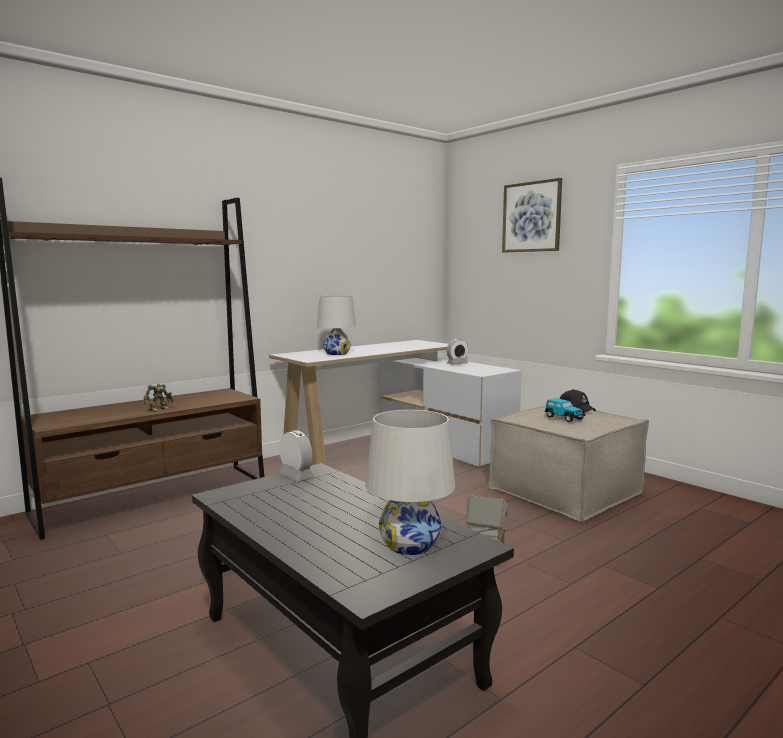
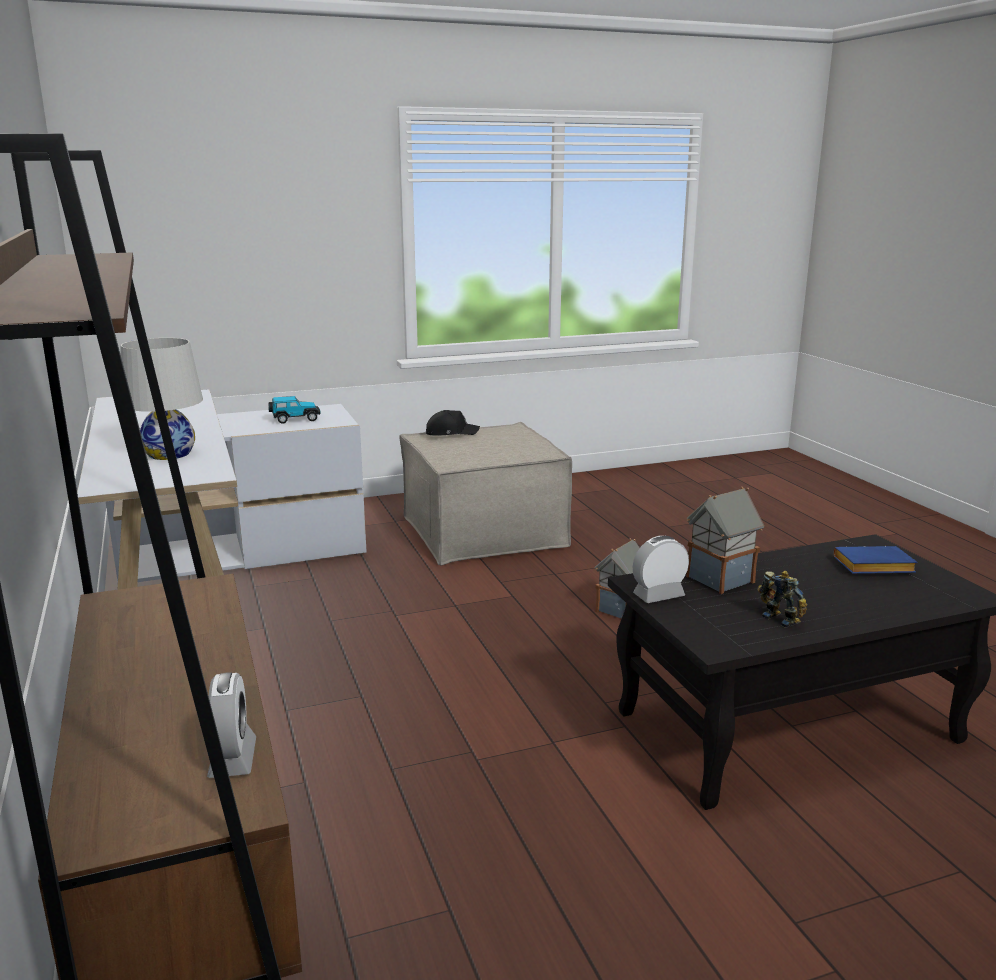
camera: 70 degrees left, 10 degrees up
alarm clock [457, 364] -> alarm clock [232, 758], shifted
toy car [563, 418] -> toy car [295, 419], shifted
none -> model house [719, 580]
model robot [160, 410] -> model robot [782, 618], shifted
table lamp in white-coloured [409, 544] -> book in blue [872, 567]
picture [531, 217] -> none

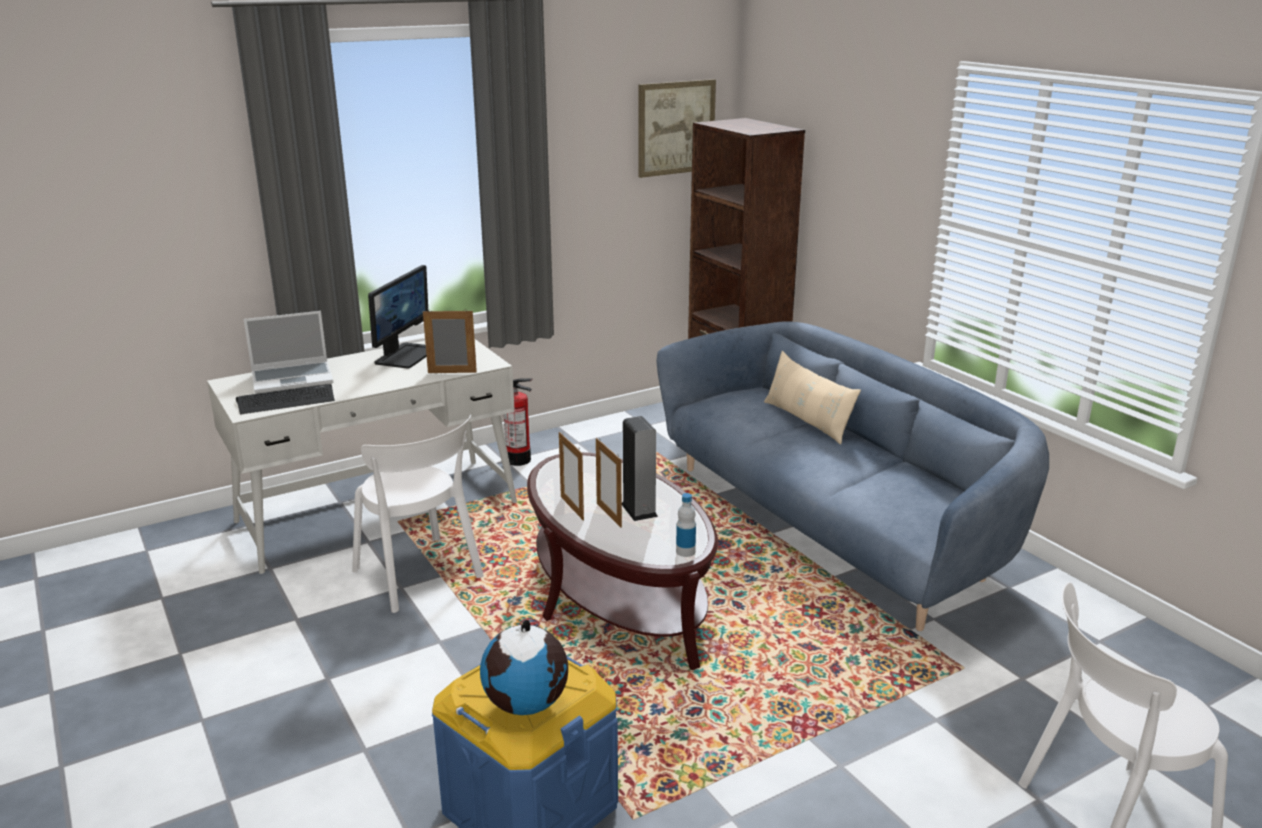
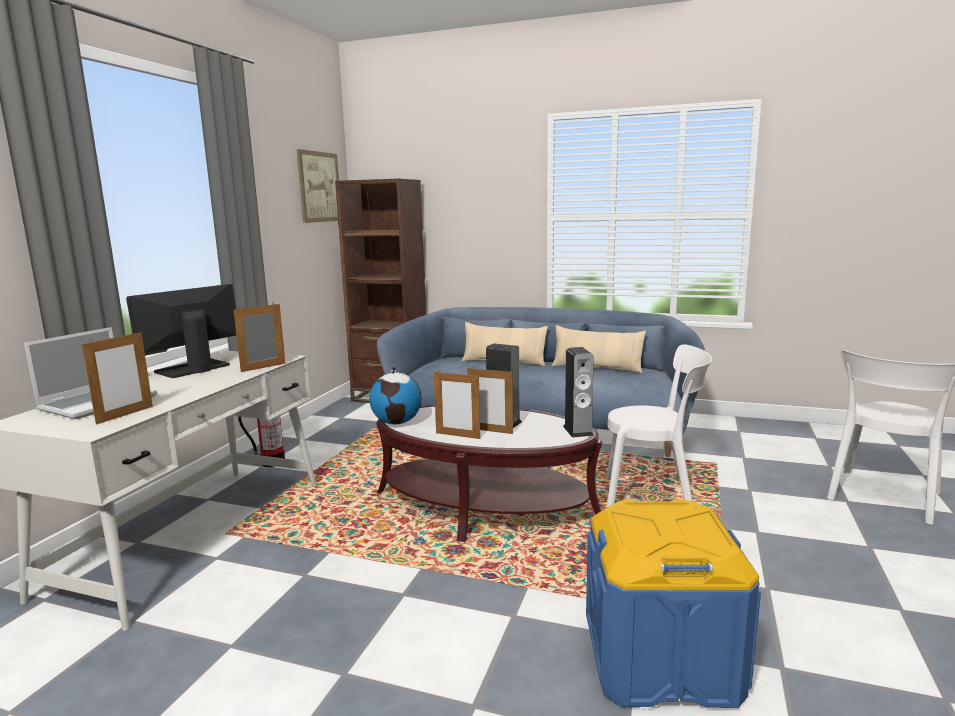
camera: 40 degrees left, 10 degrees down
keyboard [286, 400] -> photo frame [125, 415]
computer display [405, 355] -> computer display [193, 369], 120 degrees counterclockwise
globe [527, 704] -> globe [397, 422], shifted
none -> pillow in sand-coloured [597, 368]
bottle [685, 551] -> audio speaker [578, 430]
plain chair in white-coloured [420, 577] -> plain chair in white-coloured [653, 499], shifted

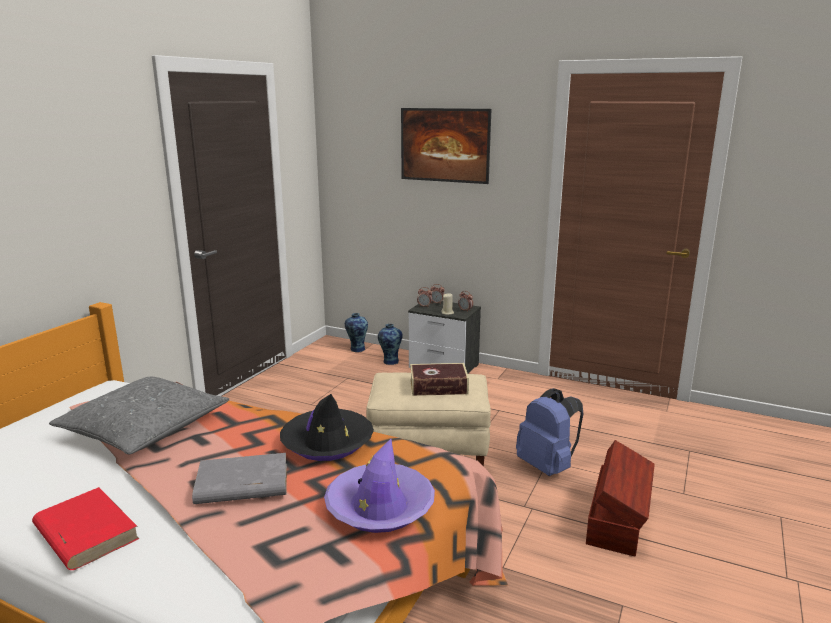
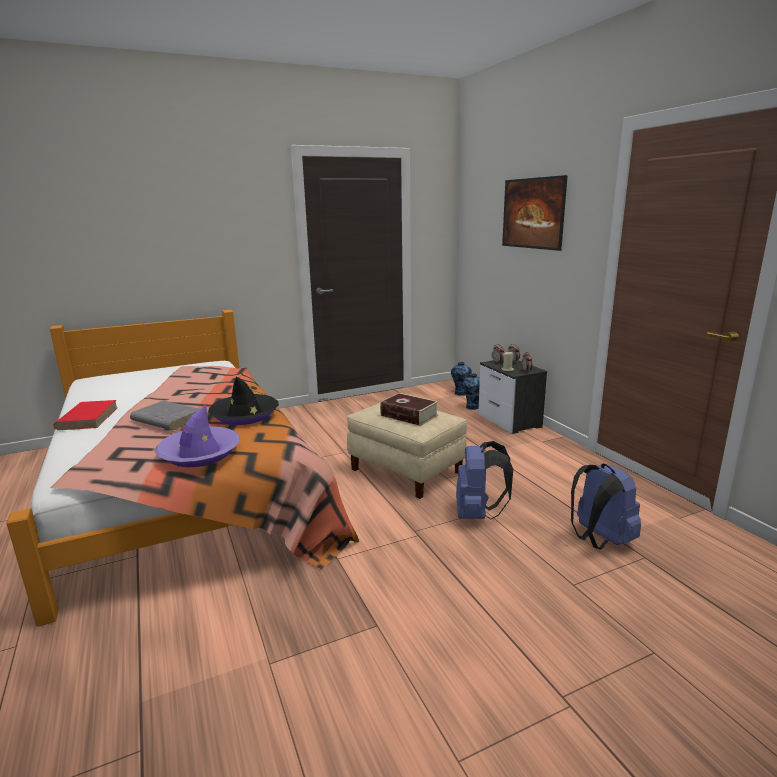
camera: 40 degrees right, 0 degrees up
none -> backpack in blue [599, 540]
pillow in greyish [144, 428] -> none
storage box in brown [617, 520] -> none

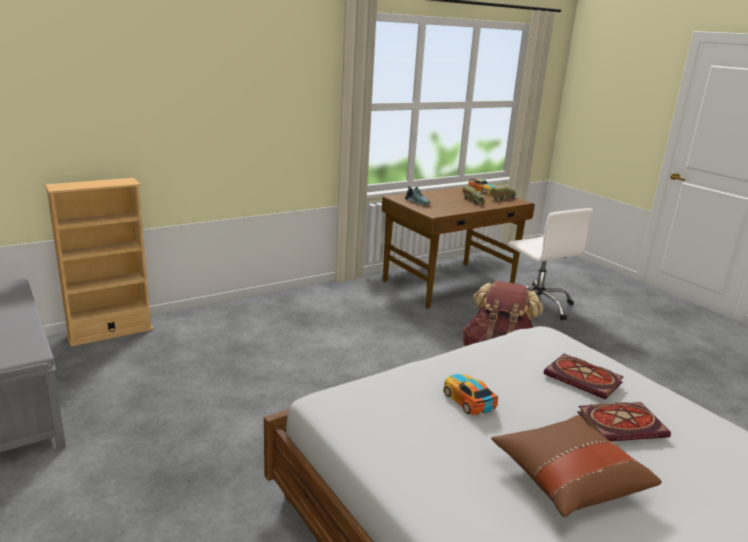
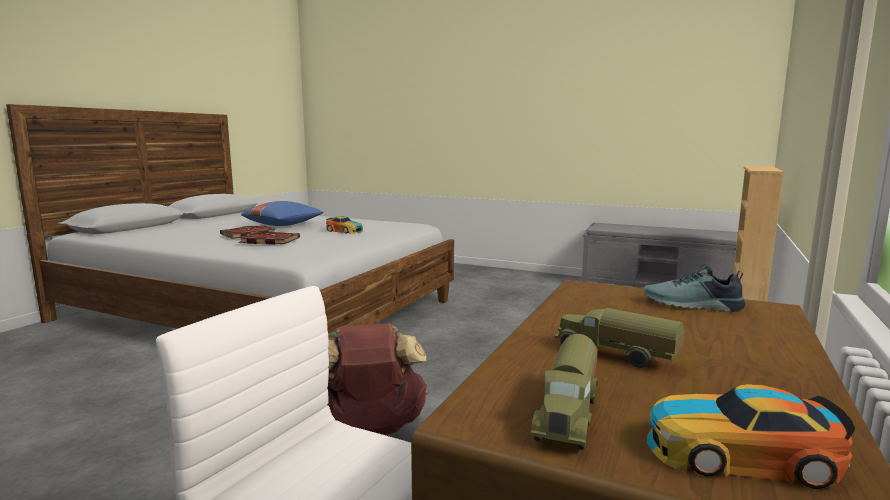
camera: 150 degrees right, 10 degrees down
pillow in brown [568, 480] -> pillow in blue [284, 225]

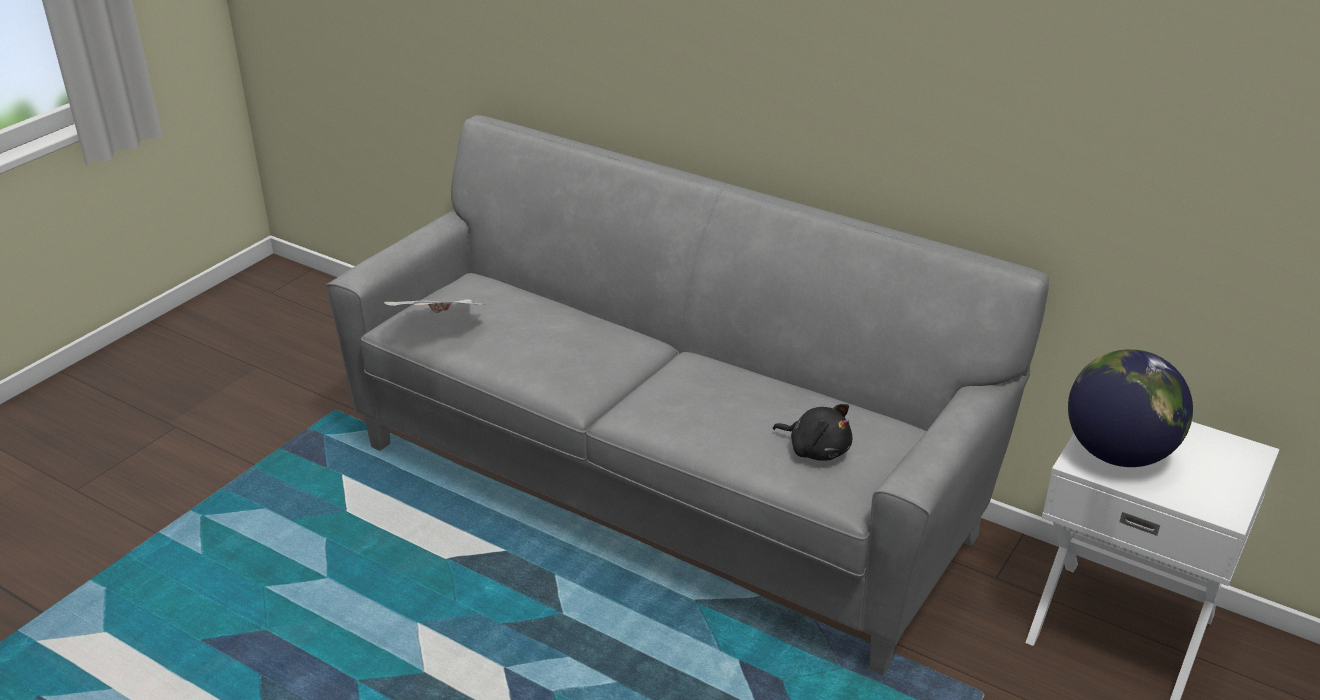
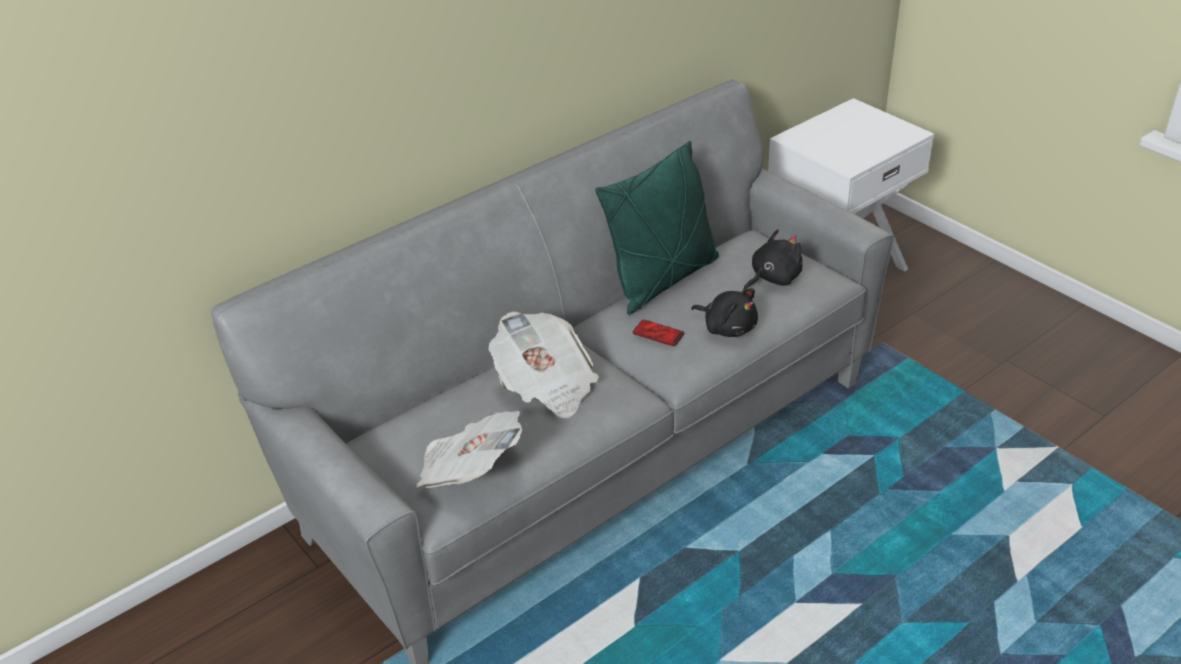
camera: 70 degrees left, 5 degrees up
none -> newspaper [546, 385]
none -> pillow in greenish [663, 280]
none -> handset [658, 334]
none -> plush toy in black-coloured [727, 327]
globe [1118, 454] -> none

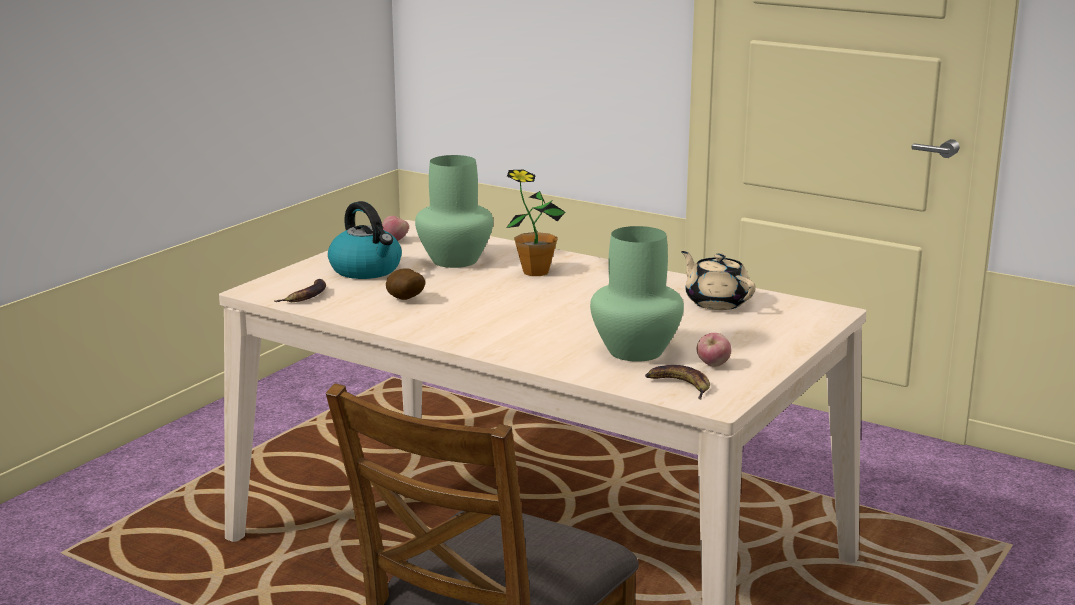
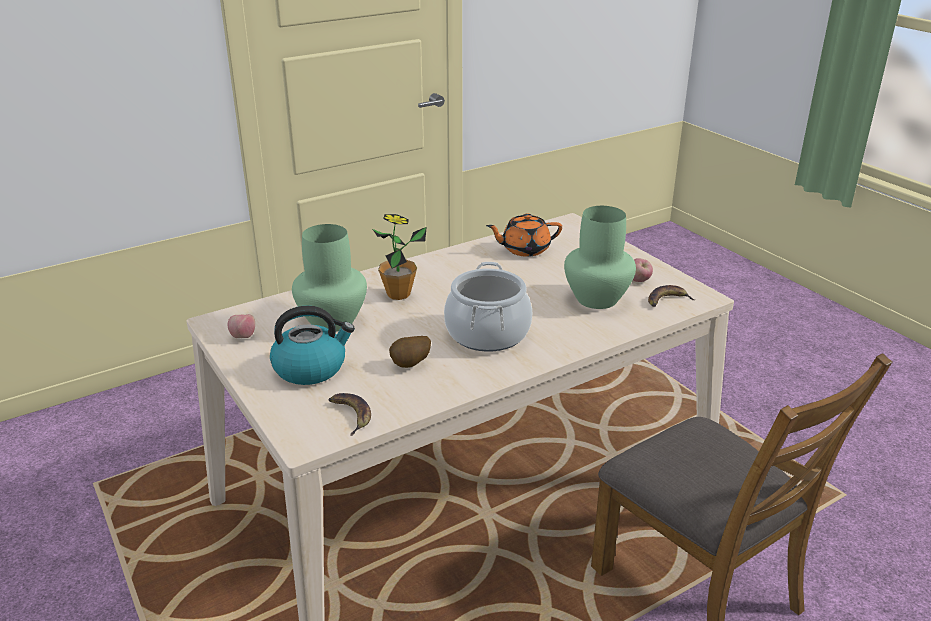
camera: 65 degrees left, 10 degrees up
none -> cooking pot [487, 333]
teapot in sand-coloured [716, 302] -> teapot in orange-coloured [524, 249]

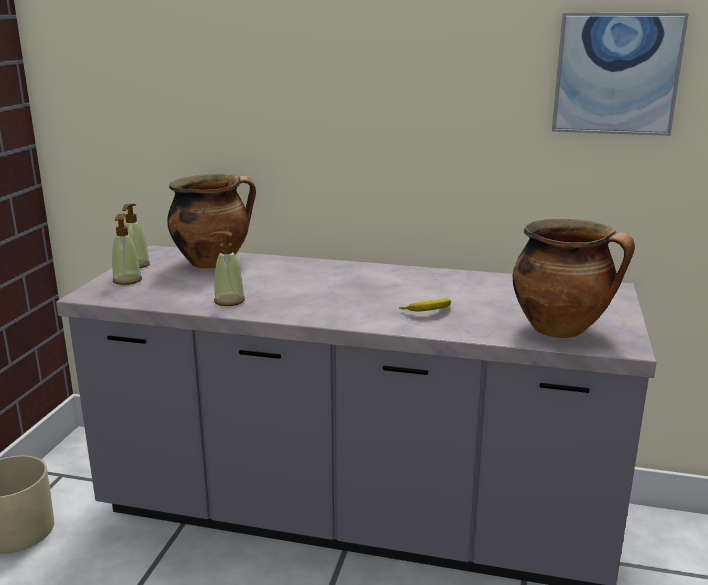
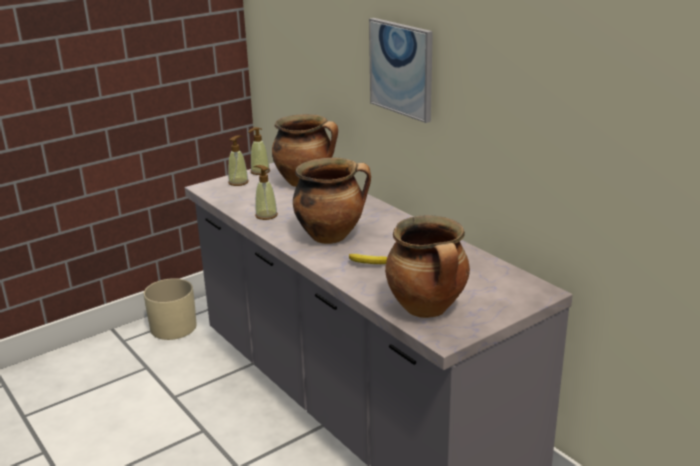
camera: 40 degrees right, 5 degrees up
none -> cooking pot [331, 236]
picture [616, 74] -> picture [402, 68], shifted

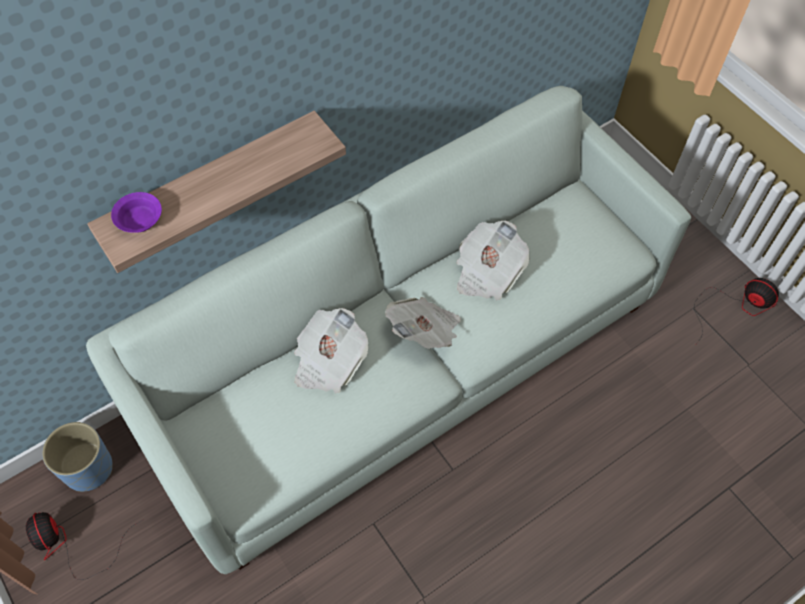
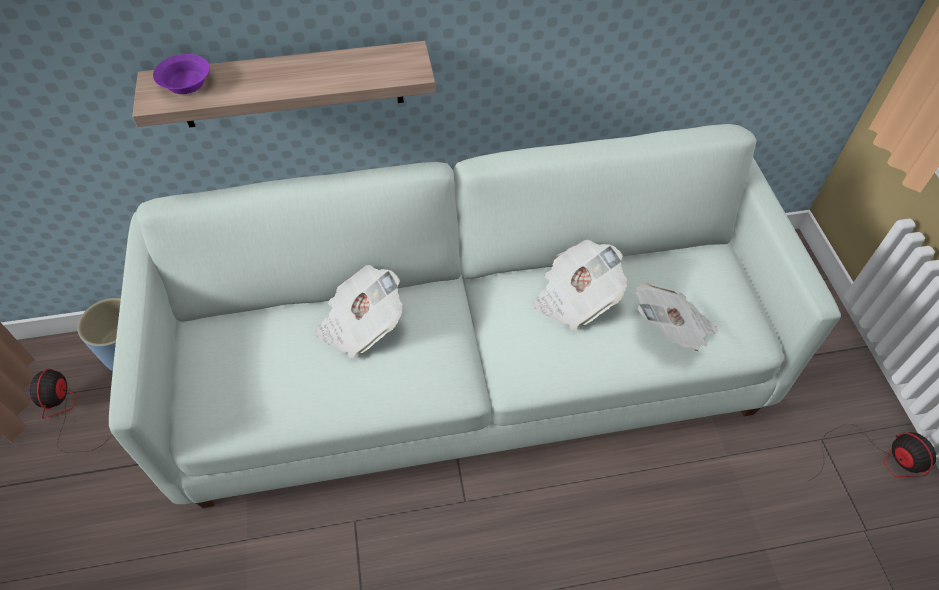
camera: 25 degrees right, 5 degrees down
newspaper [425, 331] -> newspaper [672, 329], shifted

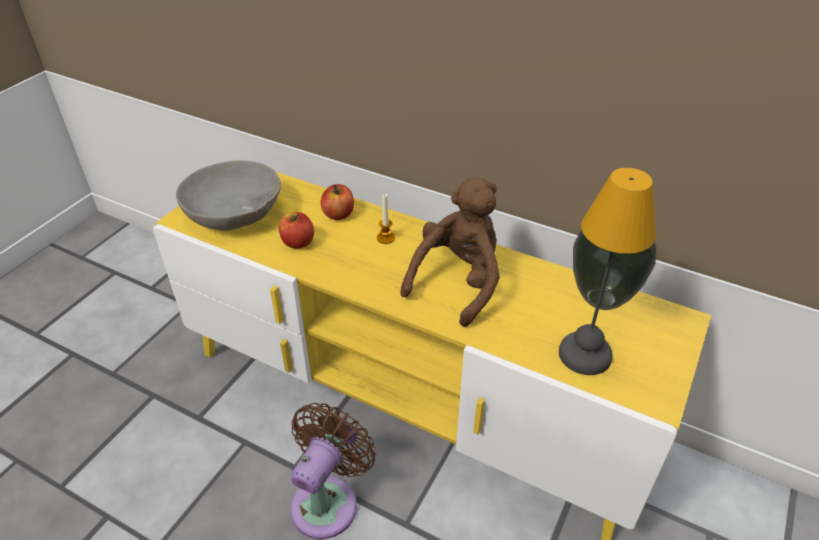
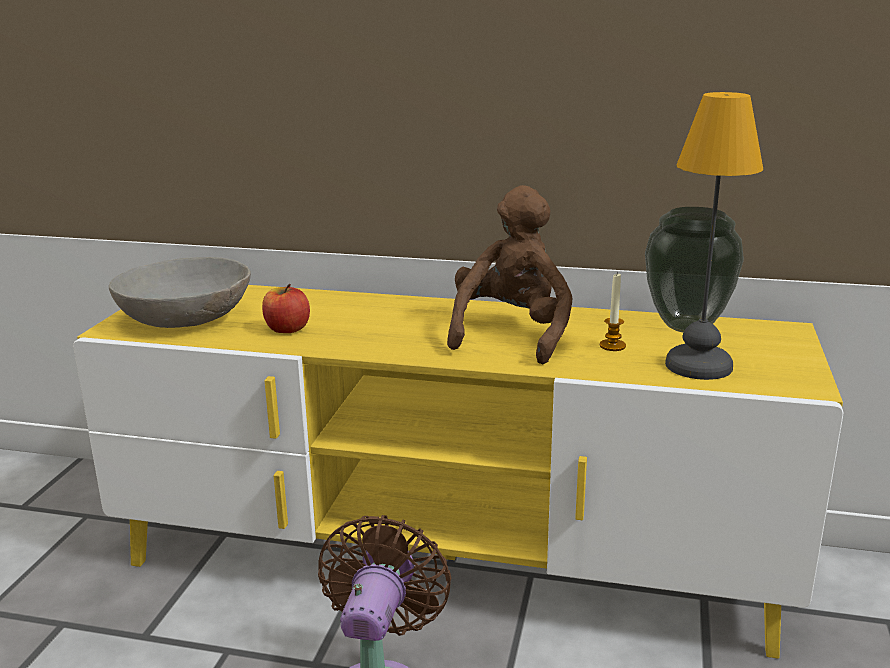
camera: 15 degrees left, 20 degrees down
candle [386, 238] -> candle [612, 346], shifted
whole apple [338, 214] -> none

